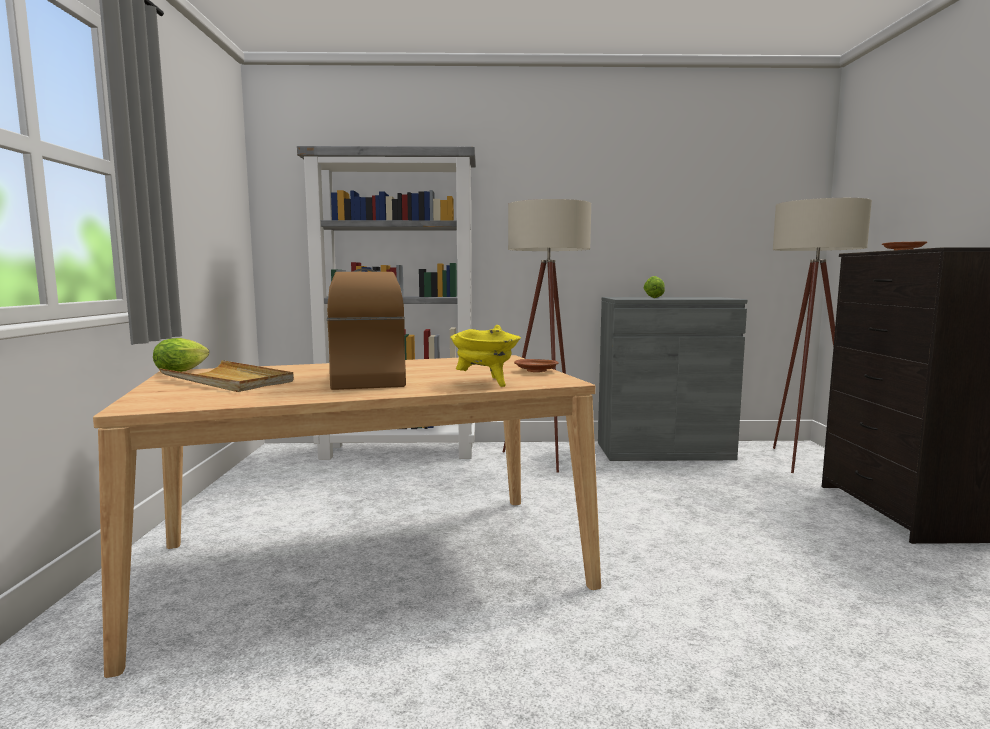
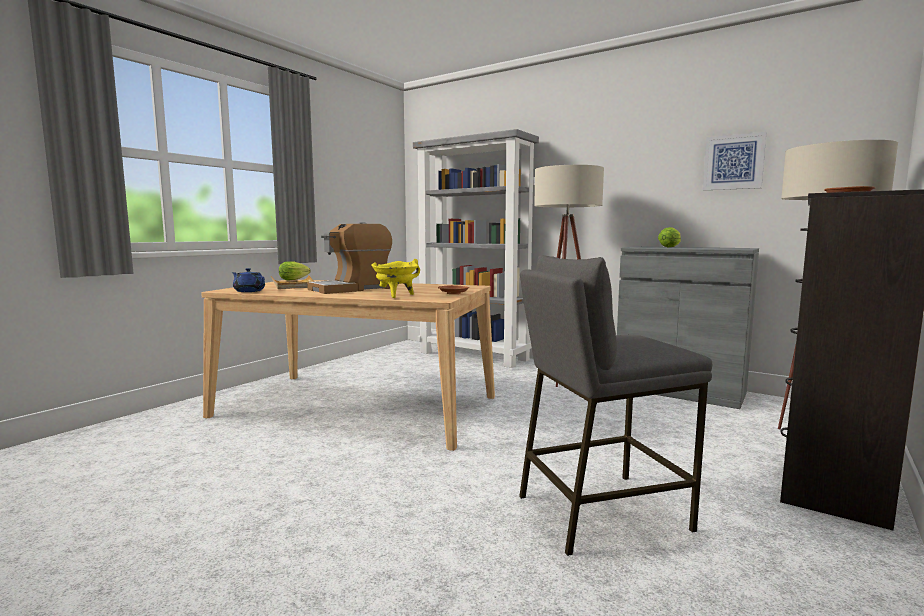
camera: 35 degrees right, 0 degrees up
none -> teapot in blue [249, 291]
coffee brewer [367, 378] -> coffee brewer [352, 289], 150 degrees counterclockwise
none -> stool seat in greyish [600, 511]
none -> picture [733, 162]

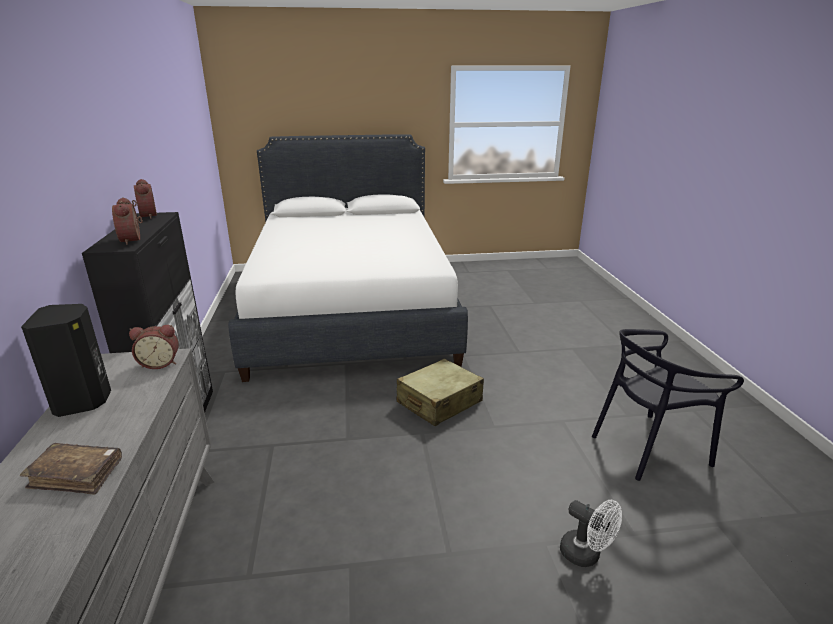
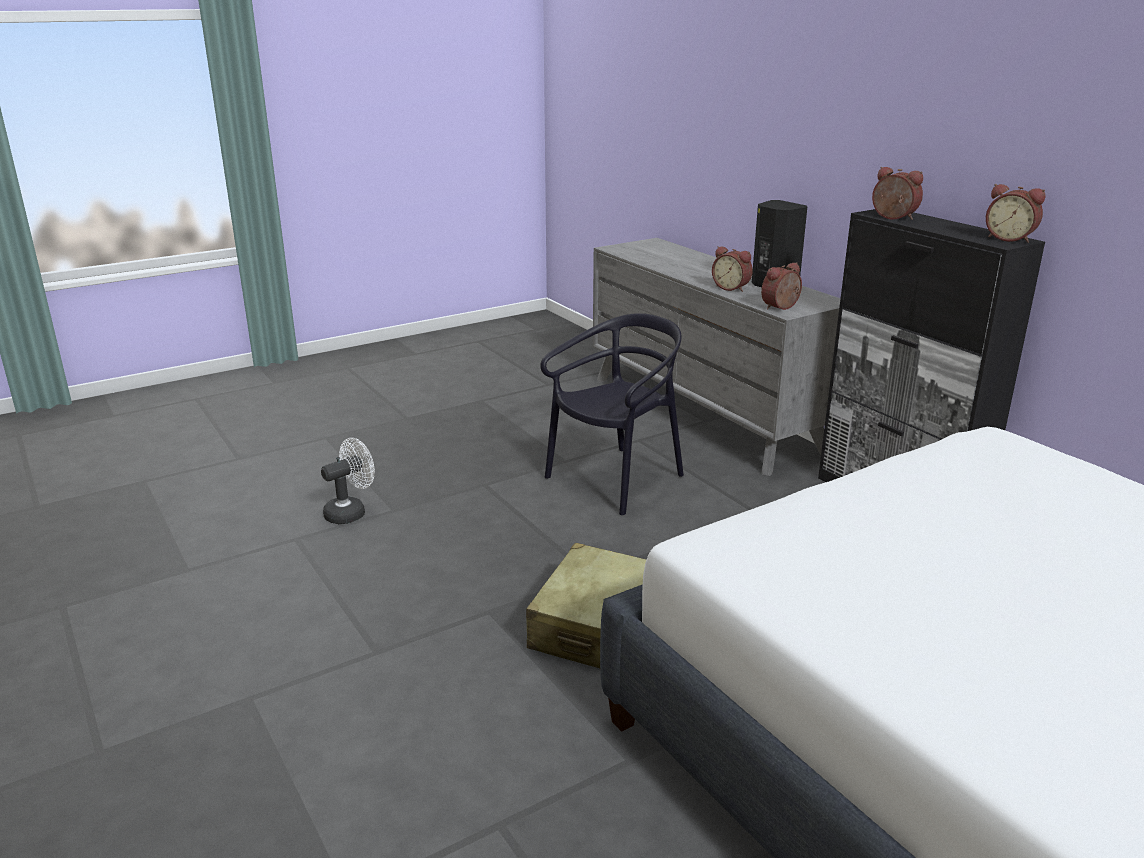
camera: 155 degrees right, 0 degrees up
electric fan in white-coloured [586, 555] -> electric fan in white-coloured [351, 512], 120 degrees clockwise
plain chair in black-coloured [649, 448] -> plain chair in black-coloured [616, 479], shifted
none -> alarm clock [732, 288]
book in brown [77, 475] -> none

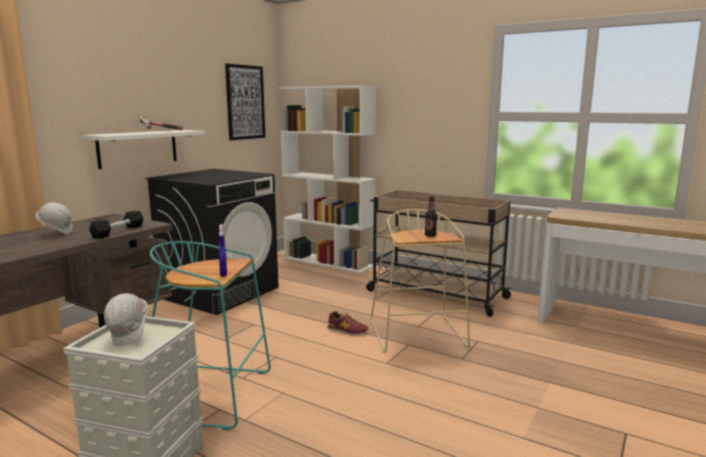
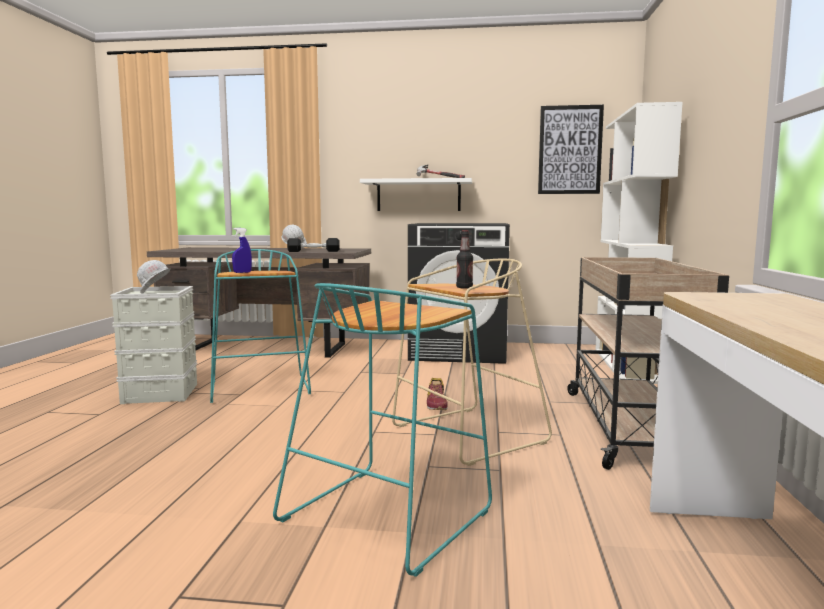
camera: 65 degrees right, 5 degrees down
none -> stool seat in turquoise [386, 514]

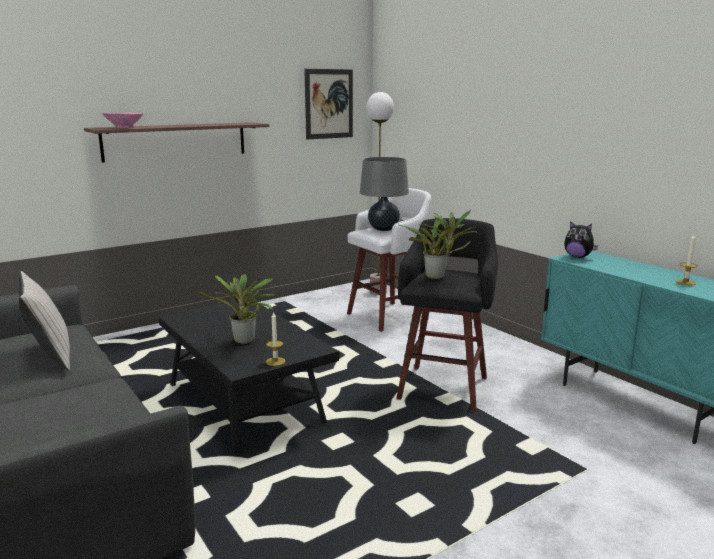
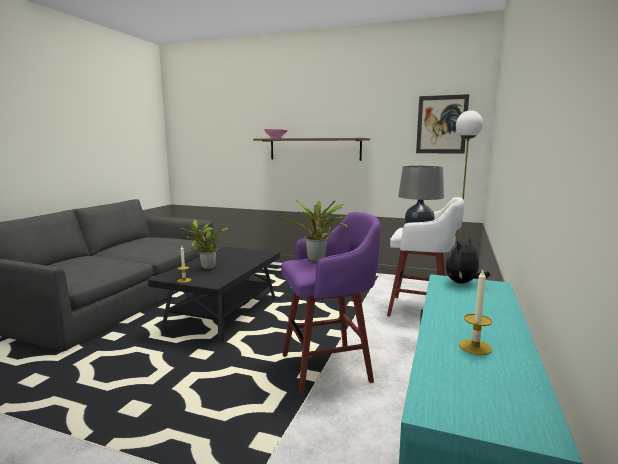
camera: 55 degrees right, 5 degrees down
stool seat in black-coloured [444, 387] -> stool seat in purple-coloured [329, 368]
plush toy [578, 257] -> plush toy [463, 283], 45 degrees clockwise
pillow in sand-coloured [50, 357] -> none

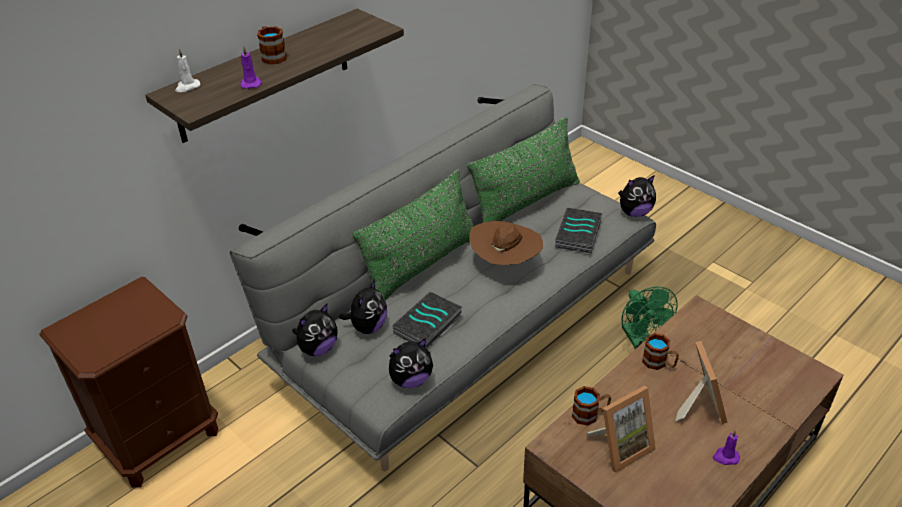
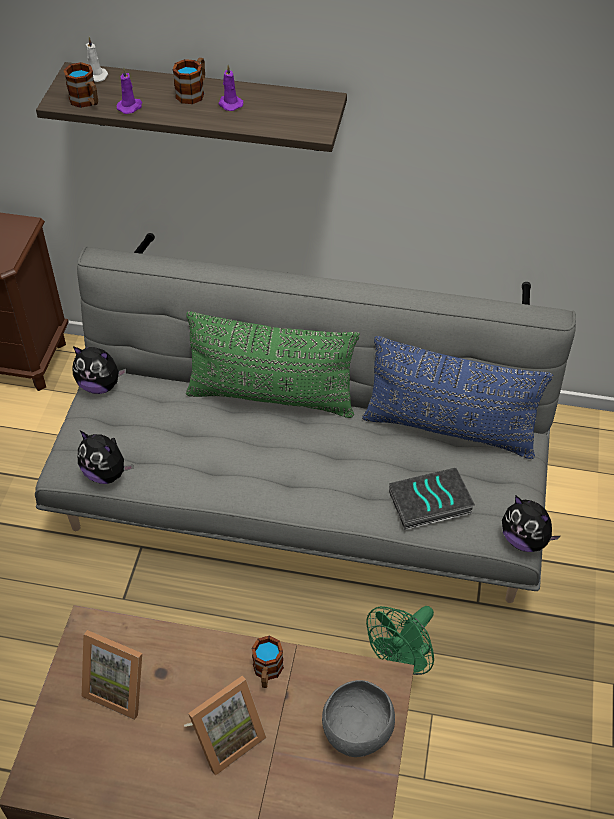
camera: 55 degrees right, 10 degrees up
mug [590, 414] -> mug [87, 102], shifted
candle in purple-coloured [725, 457] -> candle in purple-coloured [229, 104], shifted
none -> serving bowl in greyish [358, 732]
pillow in greenish [526, 202] -> pillow in blue [449, 429]
plush toy [368, 327] -> none
book [428, 325] -> none
clothing hat in brown [505, 263] -> none

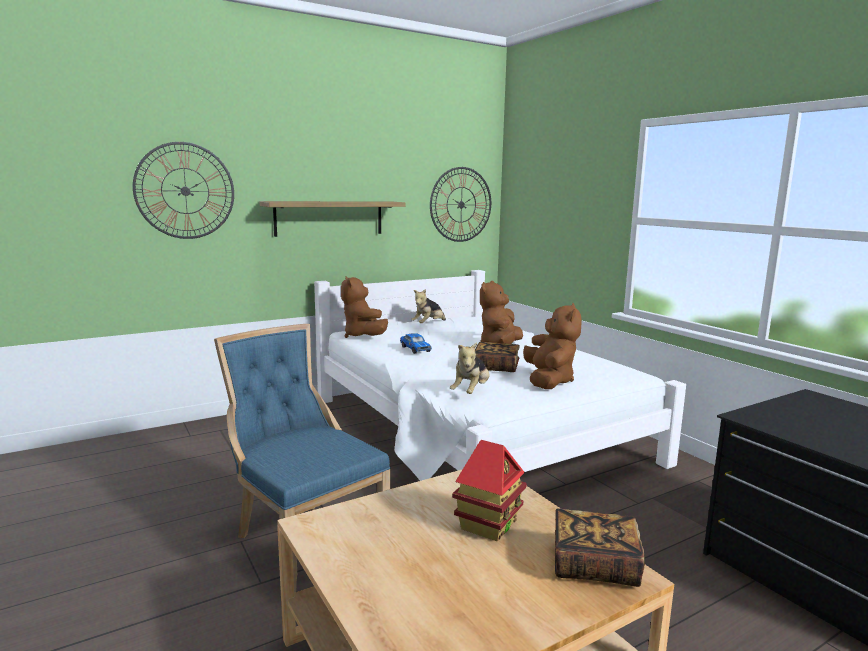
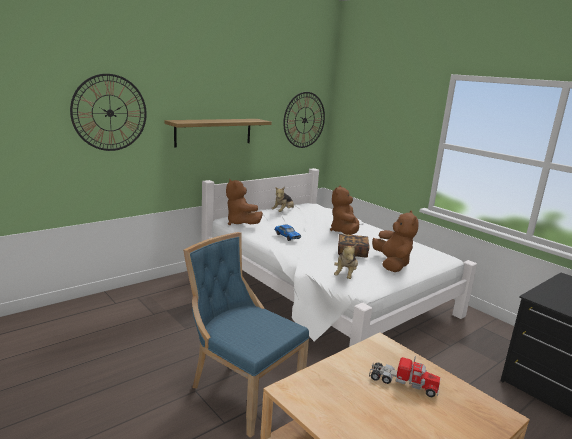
camera: 10 degrees left, 5 degrees up
model house [488, 524] -> toy truck [403, 383]
book [594, 565] -> none

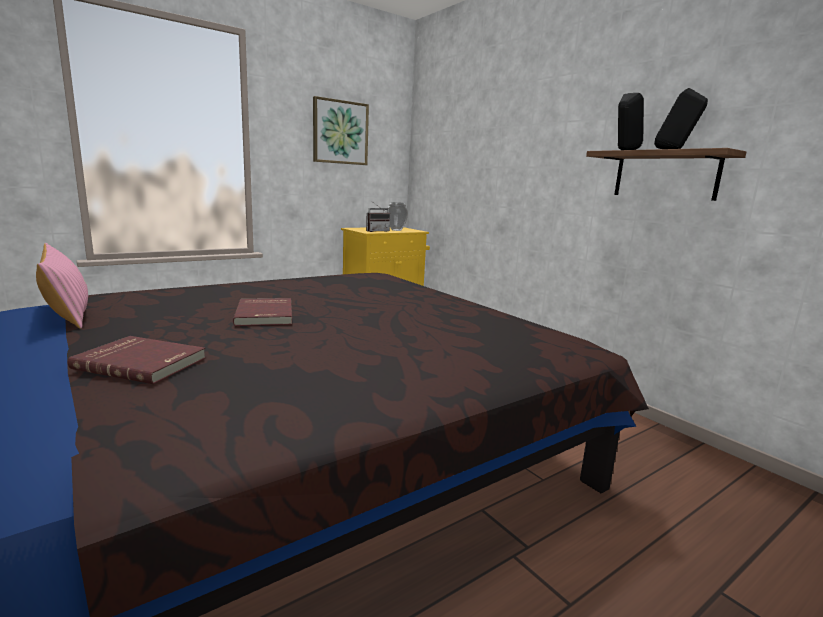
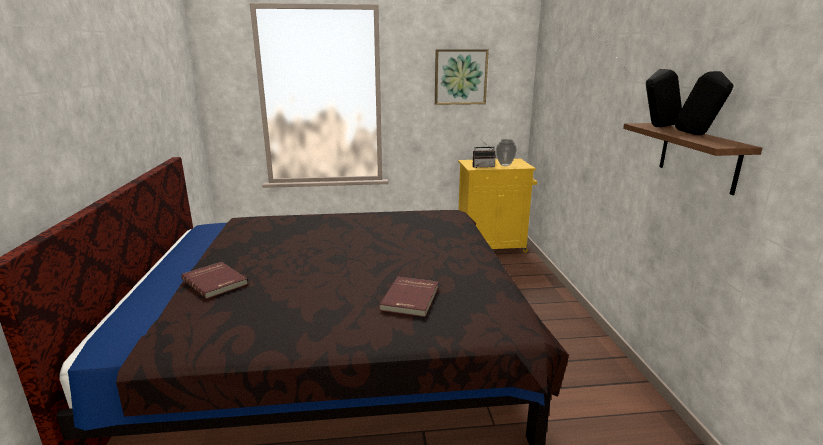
camera: 30 degrees right, 5 degrees up
book in reddish [266, 315] -> book in reddish [411, 298], shifted
pillow in pink [67, 311] -> none

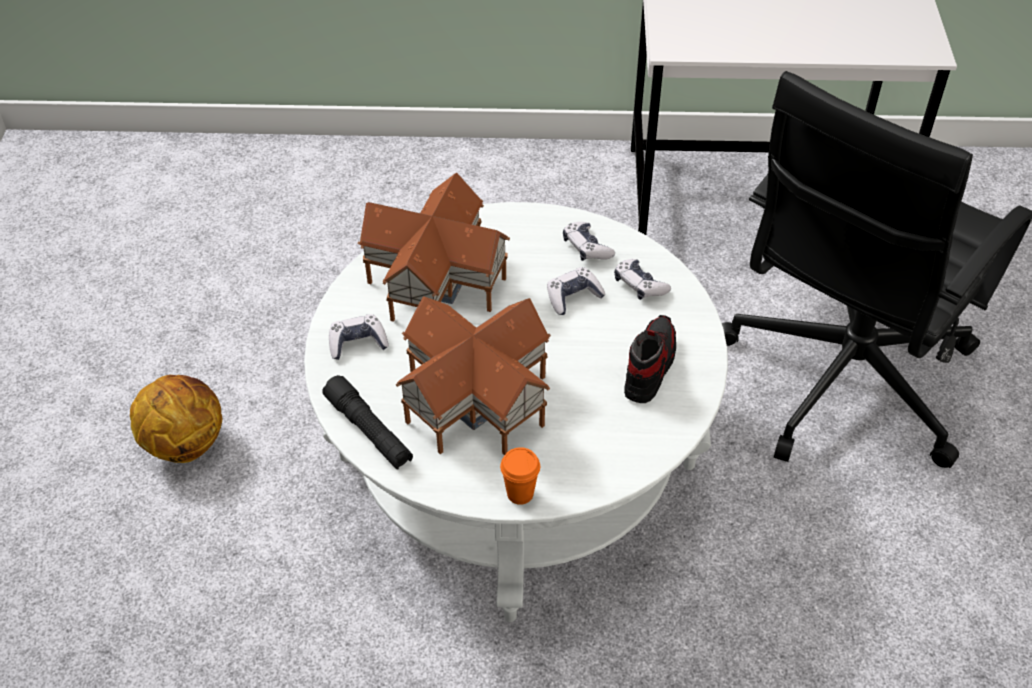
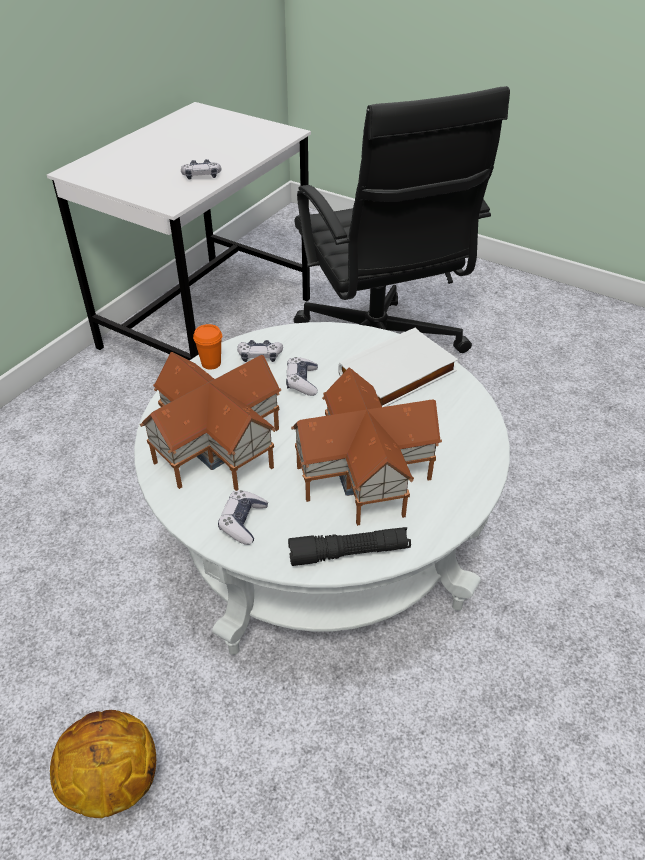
camera: 60 degrees left, 5 degrees down
joypad [639, 285] -> joypad [201, 176], shifted
cup in orange-coloured [520, 493] -> cup in orange-coloured [211, 363], shifted
shoe [649, 366] -> book in white-coloured [398, 374]

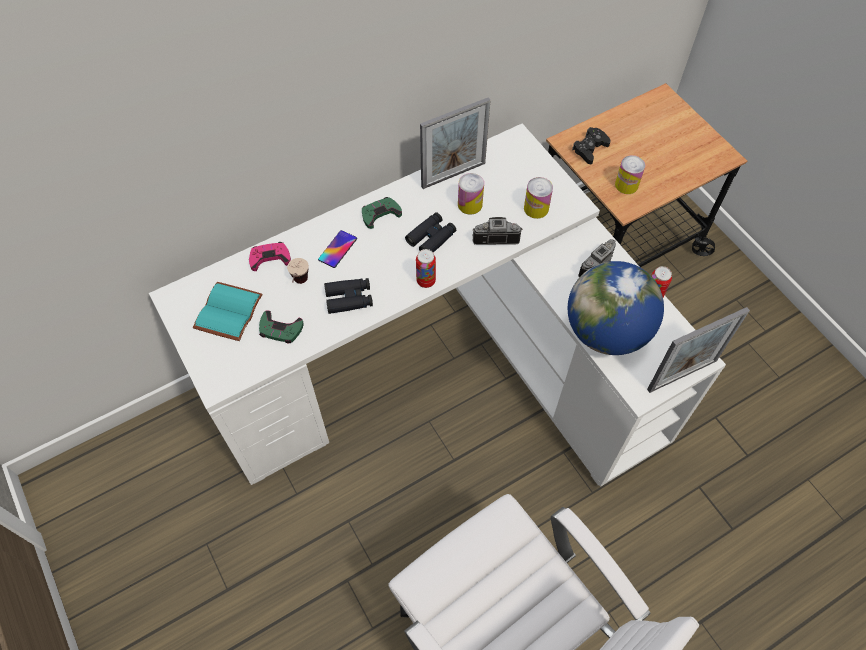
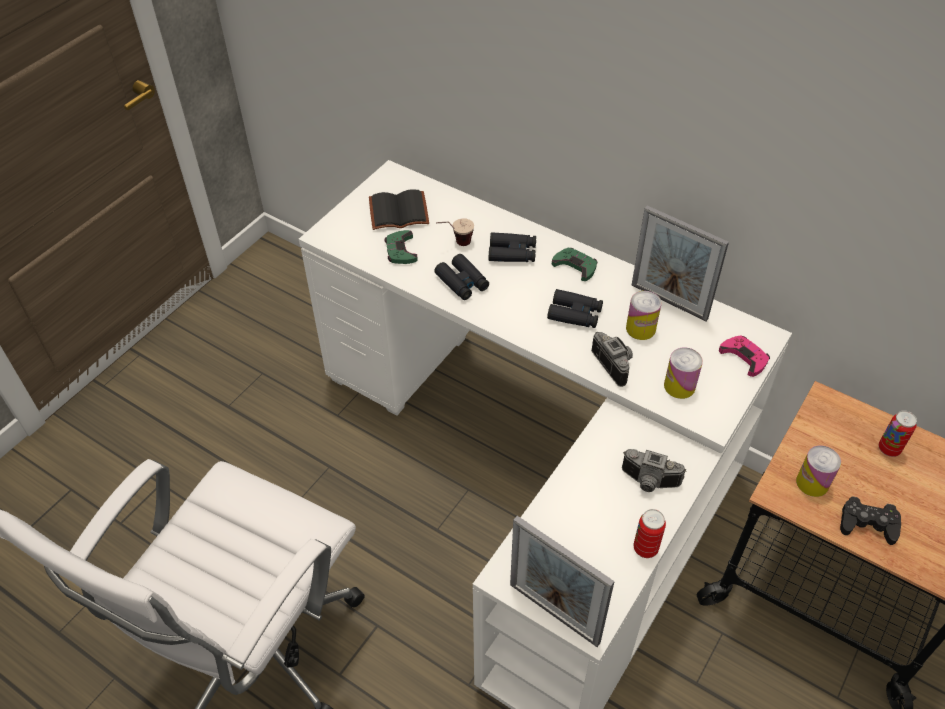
camera: 65 degrees right, 10 degrees down
book in turquoise [227, 311] -> book in black-coloured [399, 211]
handset [337, 249] -> pair of binoculars in black-coloured [512, 253]
joypad in pink [270, 258] -> joypad in pink [744, 357], shifted
joypad in black-coloured [590, 149] -> joypad in black-coloured [867, 524], shifted
metal can [426, 281] -> metal can [889, 449], shifted
globe [606, 331] -> none

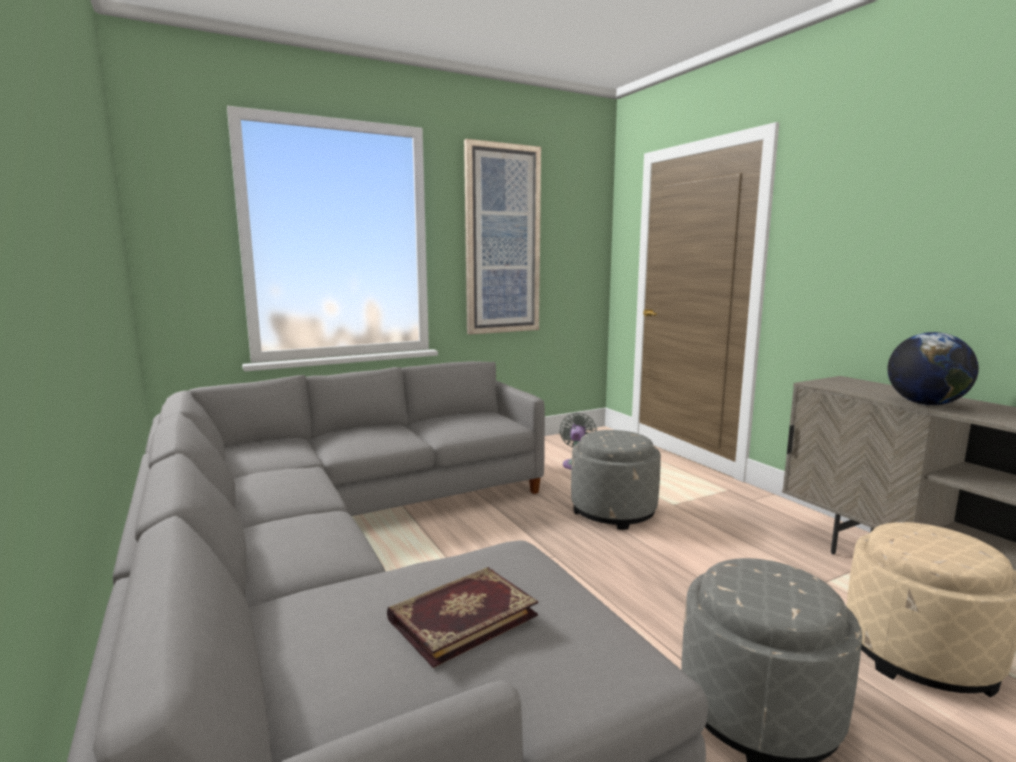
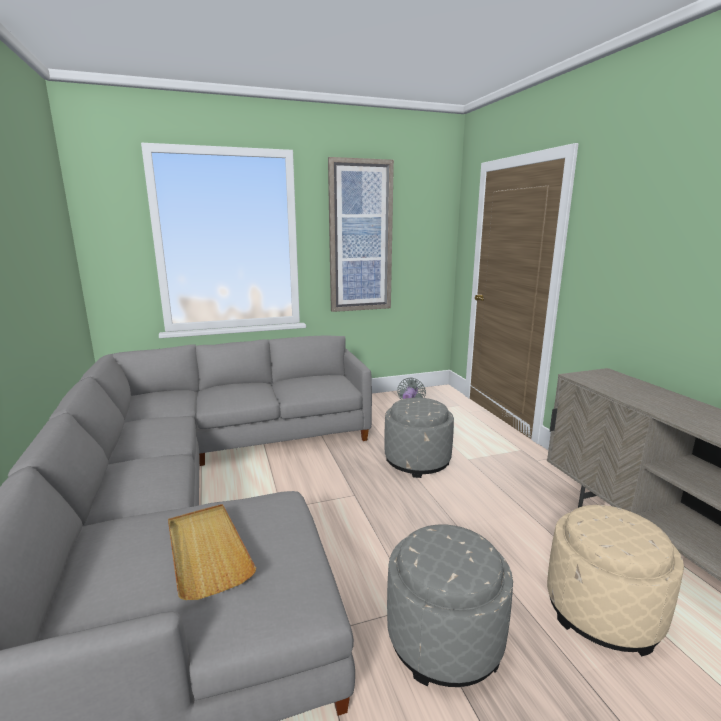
camera: 10 degrees right, 5 degrees up
book [461, 616] -> tray in sand-coloured [207, 551]
globe [925, 404] -> none

